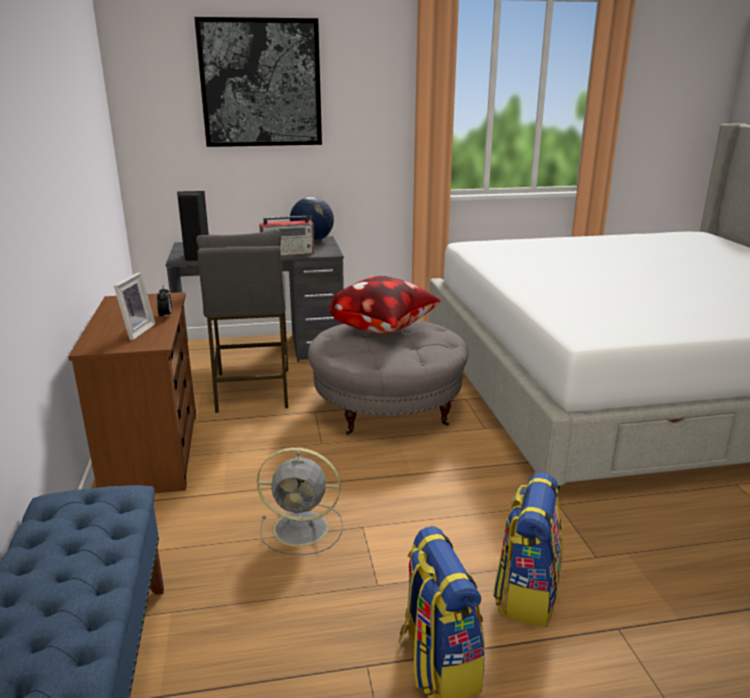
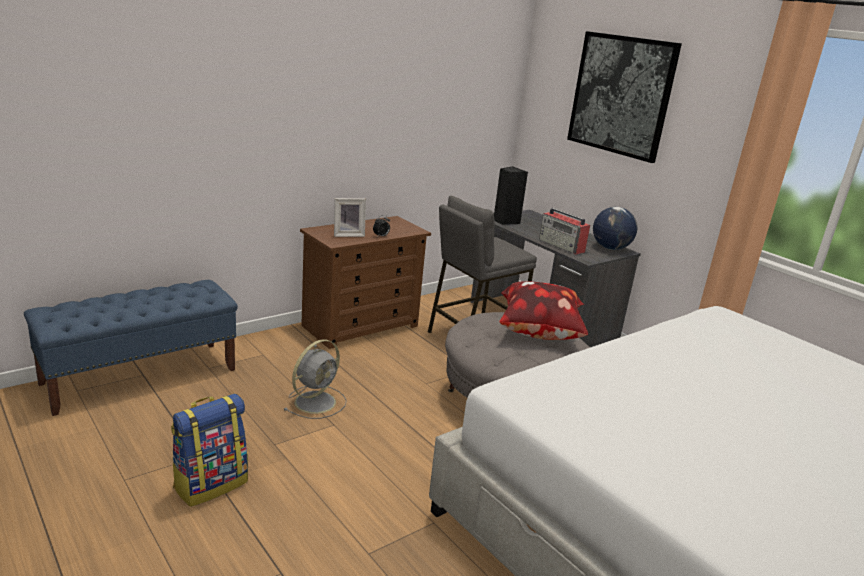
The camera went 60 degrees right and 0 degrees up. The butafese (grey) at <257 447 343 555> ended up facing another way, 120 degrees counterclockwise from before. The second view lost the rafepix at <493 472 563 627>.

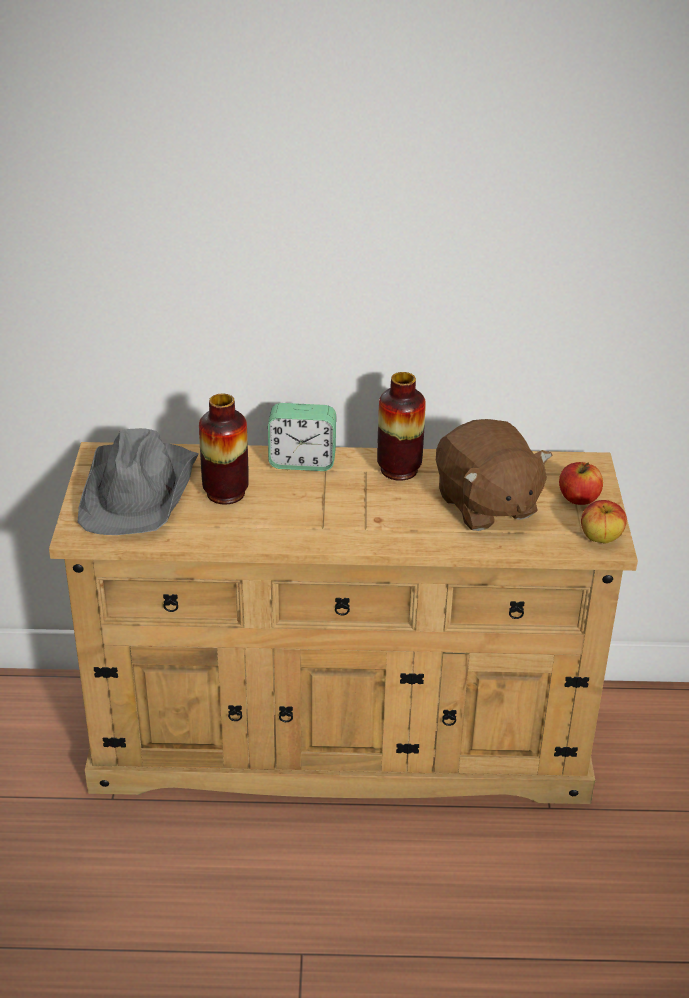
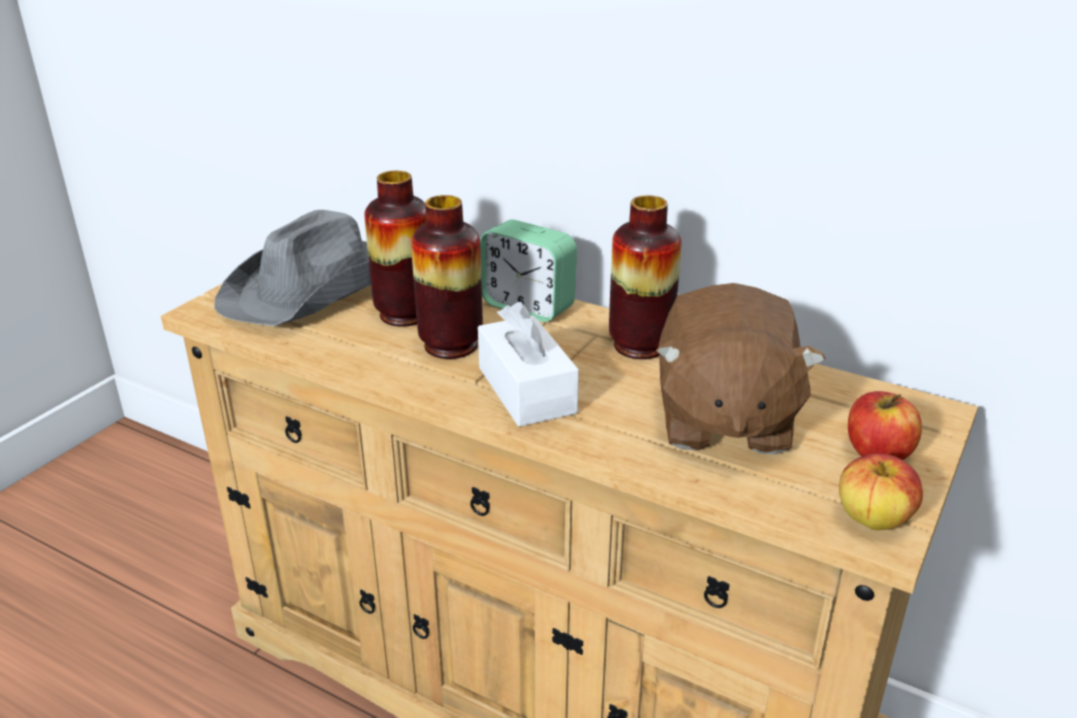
The camera went 30 degrees right and 5 degrees down. The second view gained the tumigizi at <411 195 483 359>. The second view gained the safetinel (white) at <478 302 579 427>.

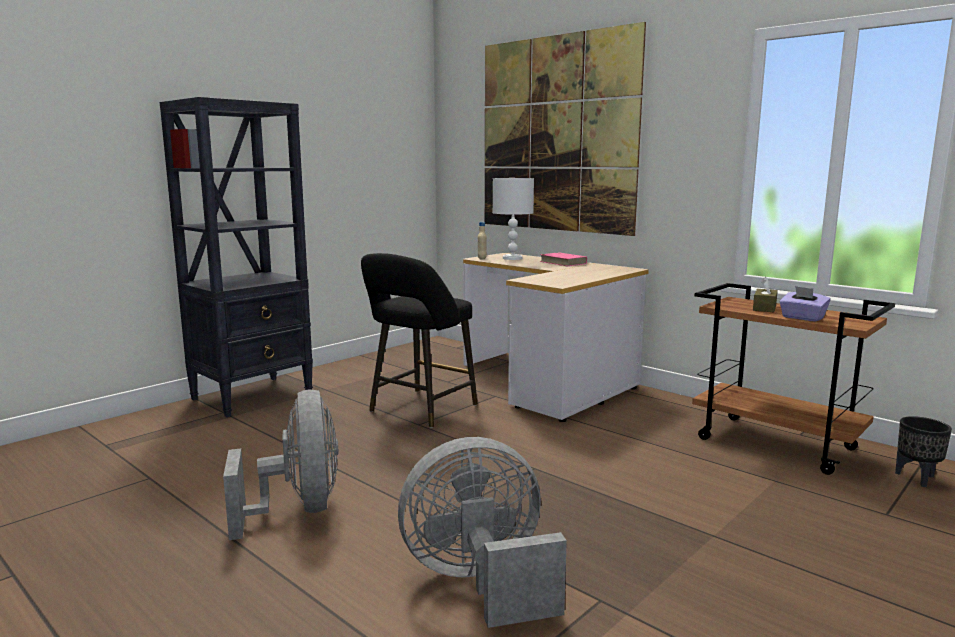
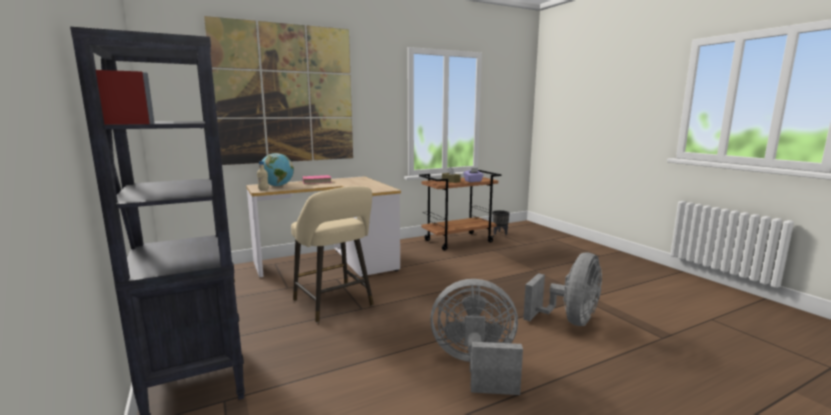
The camera went 70 degrees left and 0 degrees up. Where the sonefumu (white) stood at <493 178 534 260>, the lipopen came to stand at <259 153 294 186>. What was the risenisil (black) at <361 253 477 428> turned into the risenisil (beige) at <291 186 374 323>. The butafese (grey) at <398 437 567 628> ended up facing another way, 150 degrees counterclockwise from before.

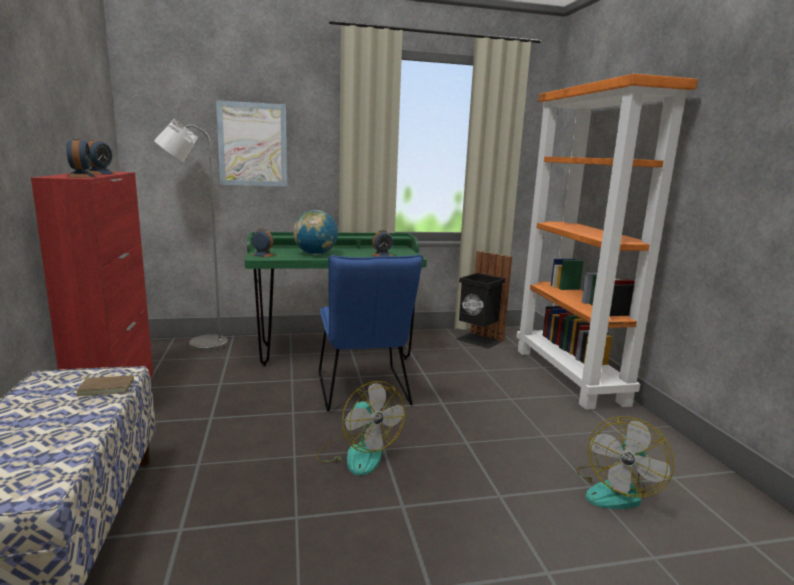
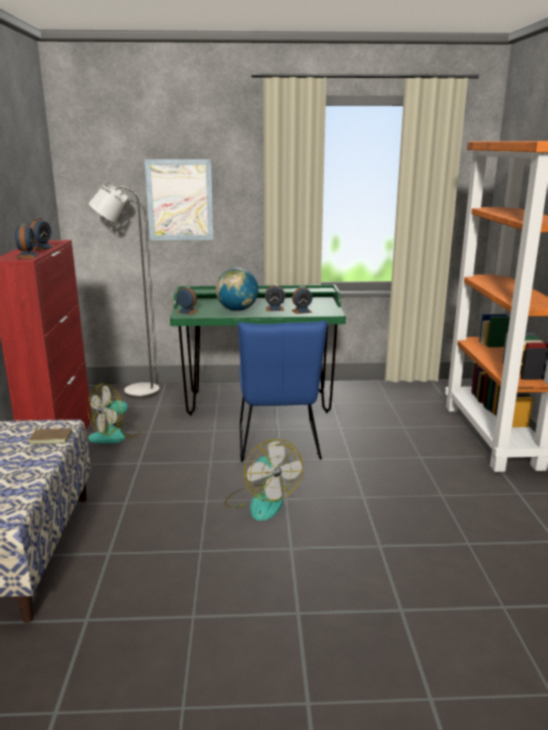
The camera went 10 degrees right and 5 degrees up. The second view lost the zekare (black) at <457 251 512 349>. The butafese ended up elsewhere, having gone from <576 416 674 509> to <88 383 141 444>. The second view gained the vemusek at <265 284 285 311>.

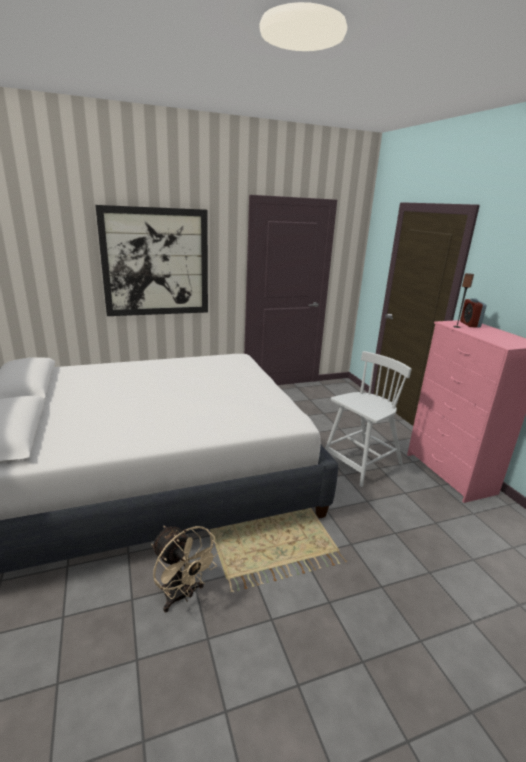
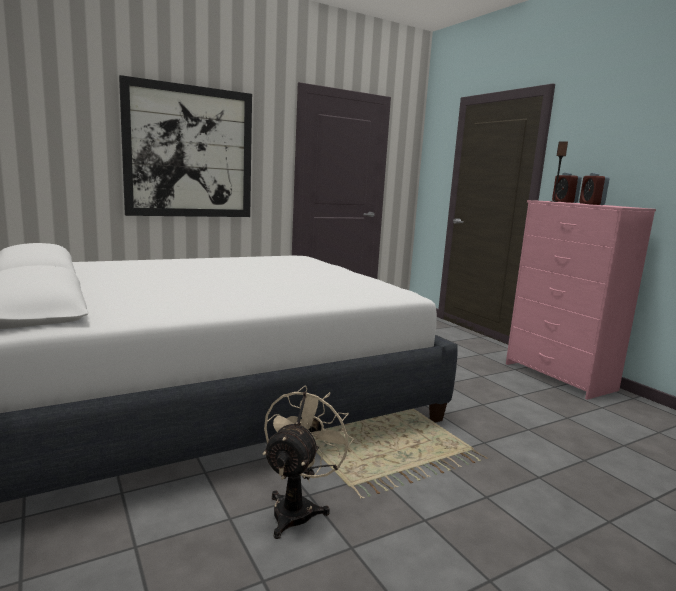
The camera went 10 degrees left and 10 degrees down. The second view lost the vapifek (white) at <325 351 412 487>. The butafese (beige) at <151 526 221 613> ended up facing another way, 105 degrees counterclockwise from before. The second view gained the vemusek at <579 173 610 205>.

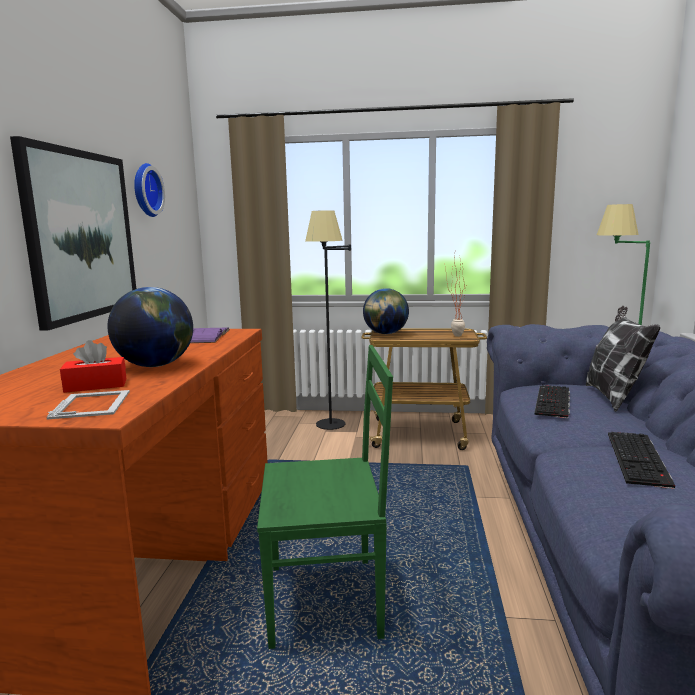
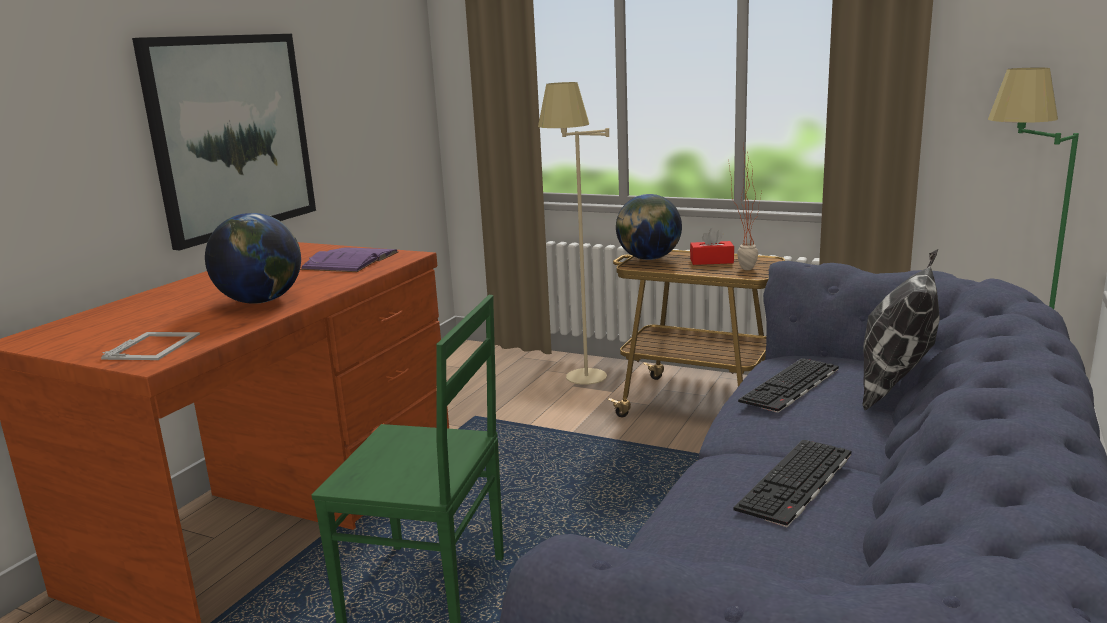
The camera went 20 degrees right and 5 degrees up. The second view lost the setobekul at <134 163 165 217>. What was the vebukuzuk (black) at <305 210 351 430> turned into the vebukuzuk (beige) at <538 82 609 385>. The safetinel (red) ended up elsewhere, having gone from <60 340 126 393> to <690 228 734 265>.

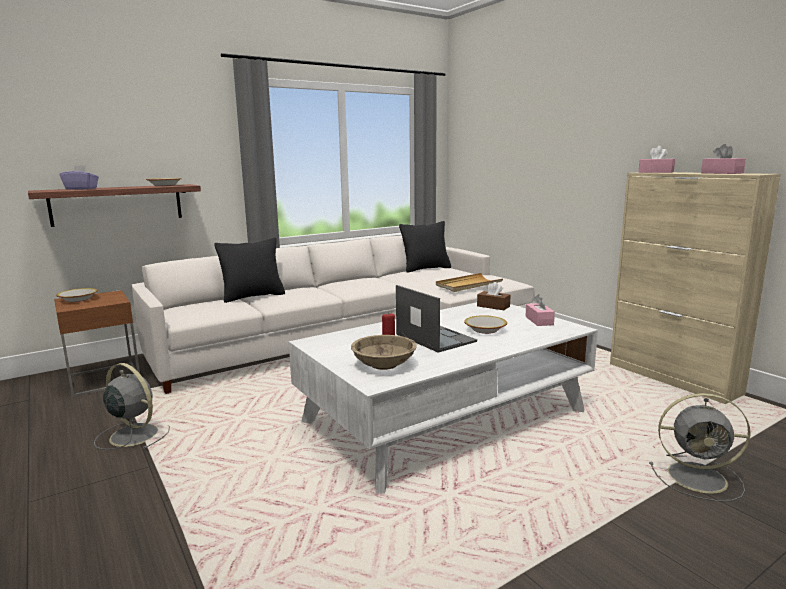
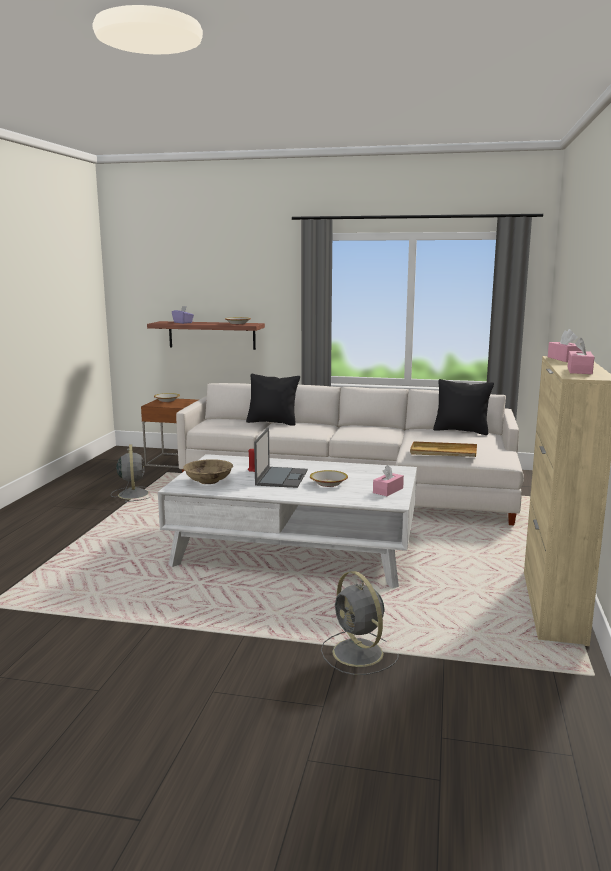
The camera went 45 degrees right and 0 degrees up. The second view lost the safetinel (brown) at <477 282 511 310>.

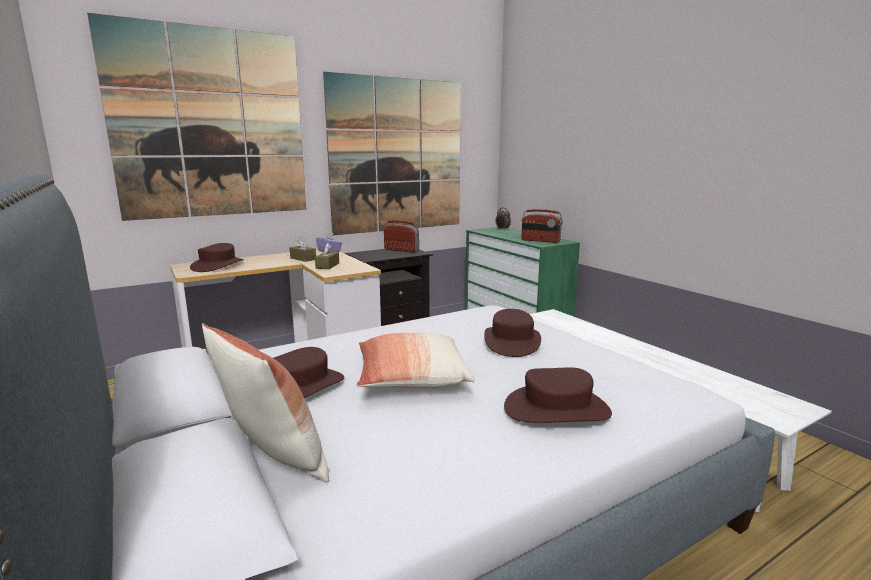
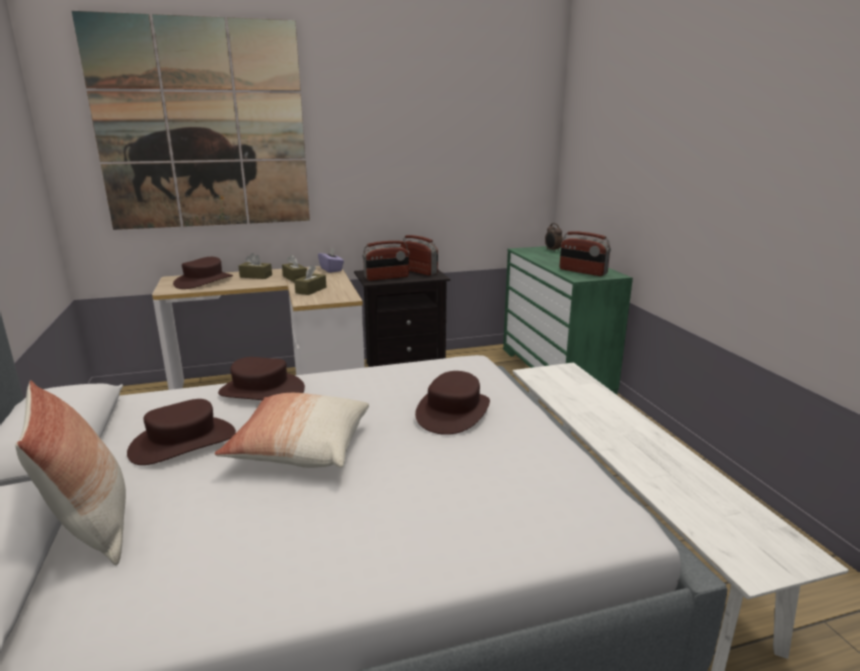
The camera went 15 degrees right and 5 degrees up. The second view lost the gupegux at <323 72 461 235>. The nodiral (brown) ended up elsewhere, having gone from <504 367 612 423> to <218 357 305 400>. The second view gained the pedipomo at <362 241 409 281>. The second view gained the safetinel (brown) at <239 253 272 279>.

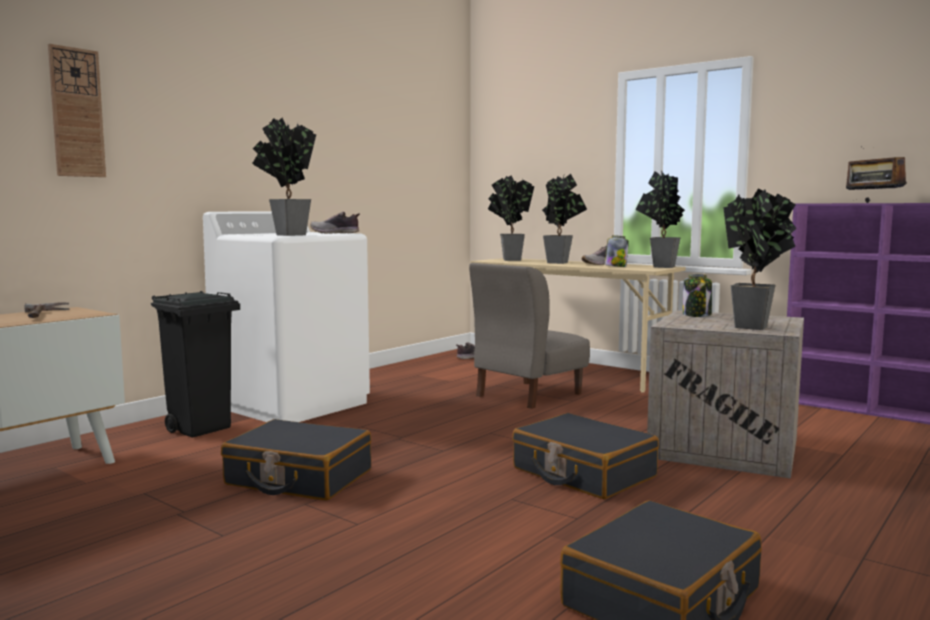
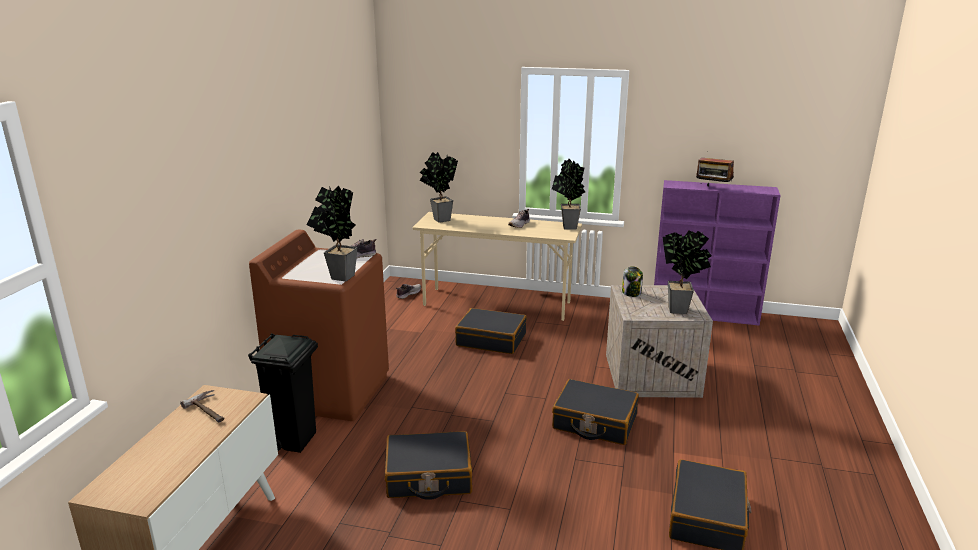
The camera went 25 degrees left and 15 degrees up. The second view lost the setobekul at <48 44 106 177>. The second view lost the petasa at <542 173 587 264>. What was the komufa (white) at <203 211 370 422> turned into the komufa (brown) at <249 229 389 421>. The second view lost the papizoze at <605 235 629 267>. Where the vapifek (grey) stood at <469 263 590 409>, the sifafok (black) came to stand at <455 308 527 354>.

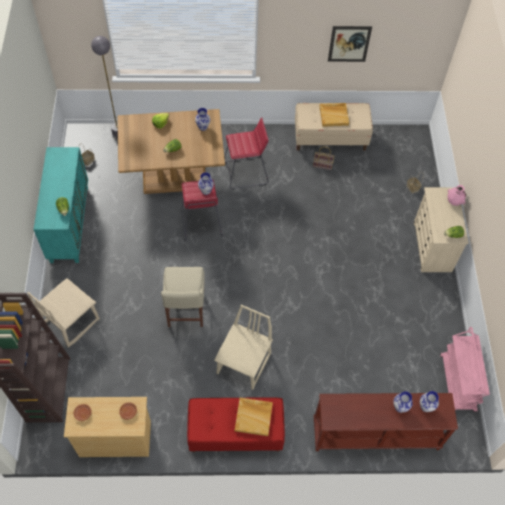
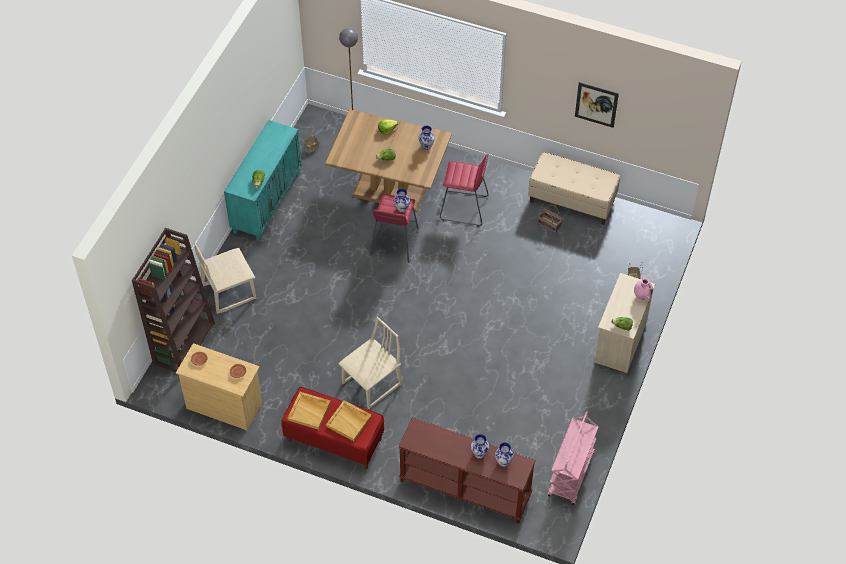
The camera went 25 degrees right and 5 degrees down. The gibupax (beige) ended up elsewhere, having gone from <319 103 349 127> to <288 392 330 430>. The second view lost the vapifek (beige) at <161 267 205 327>.

